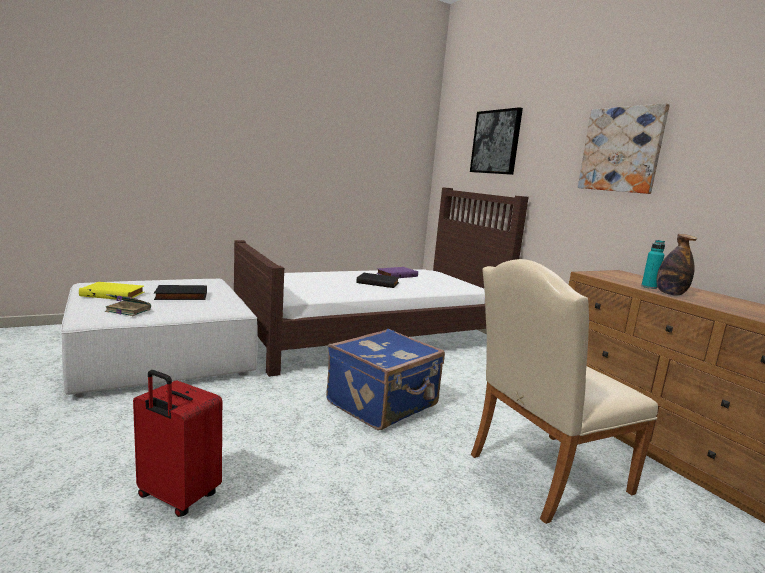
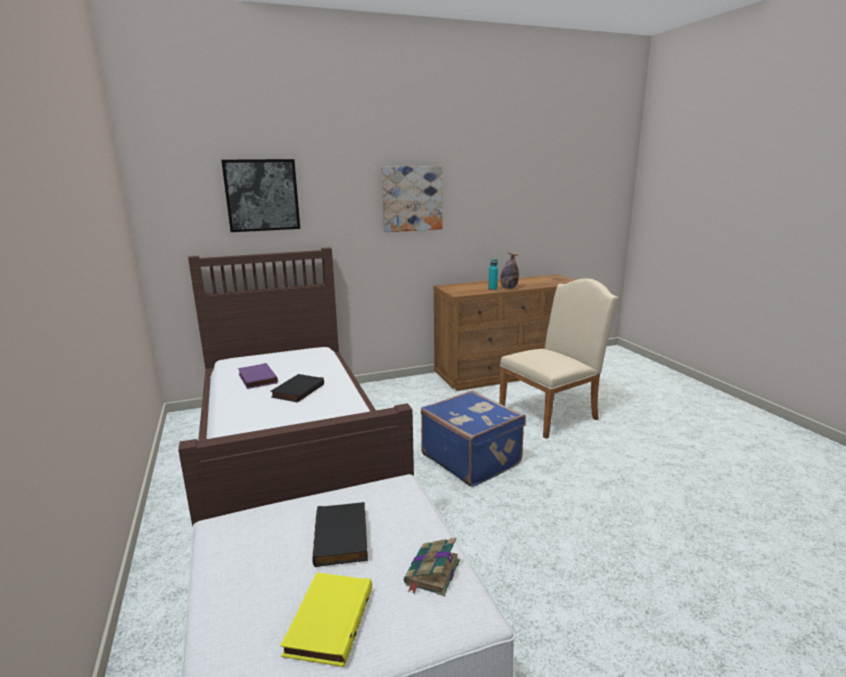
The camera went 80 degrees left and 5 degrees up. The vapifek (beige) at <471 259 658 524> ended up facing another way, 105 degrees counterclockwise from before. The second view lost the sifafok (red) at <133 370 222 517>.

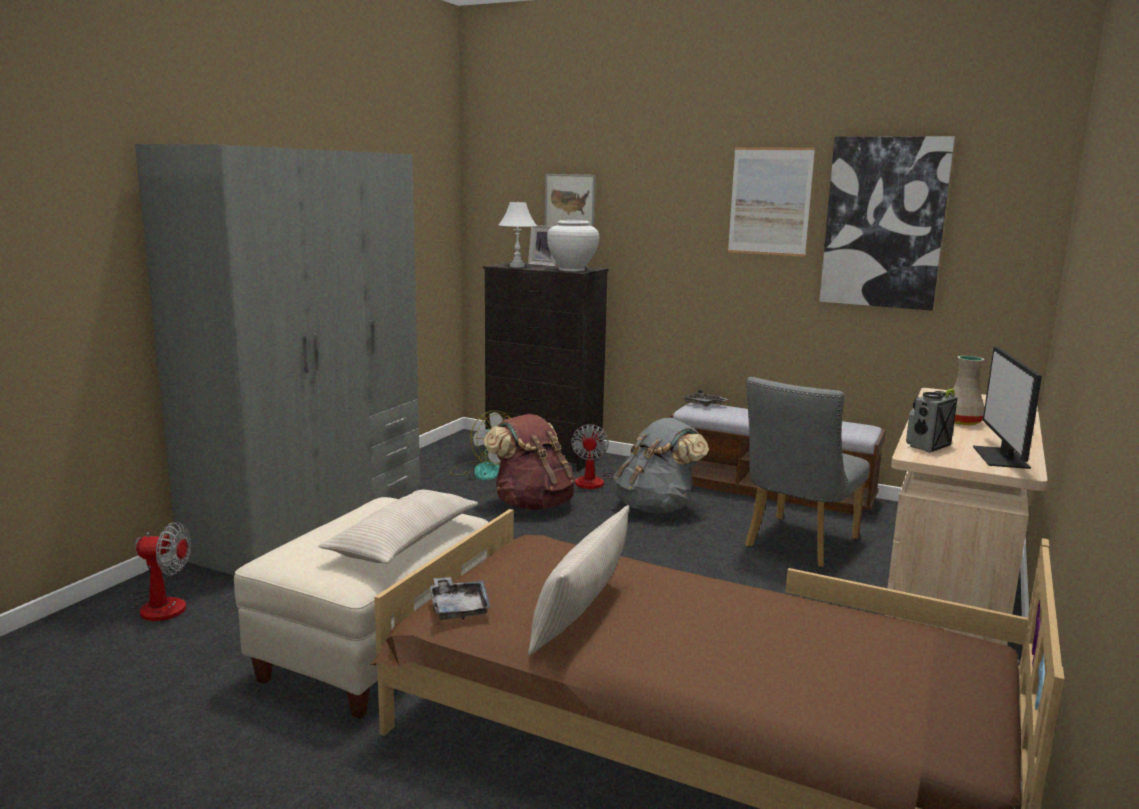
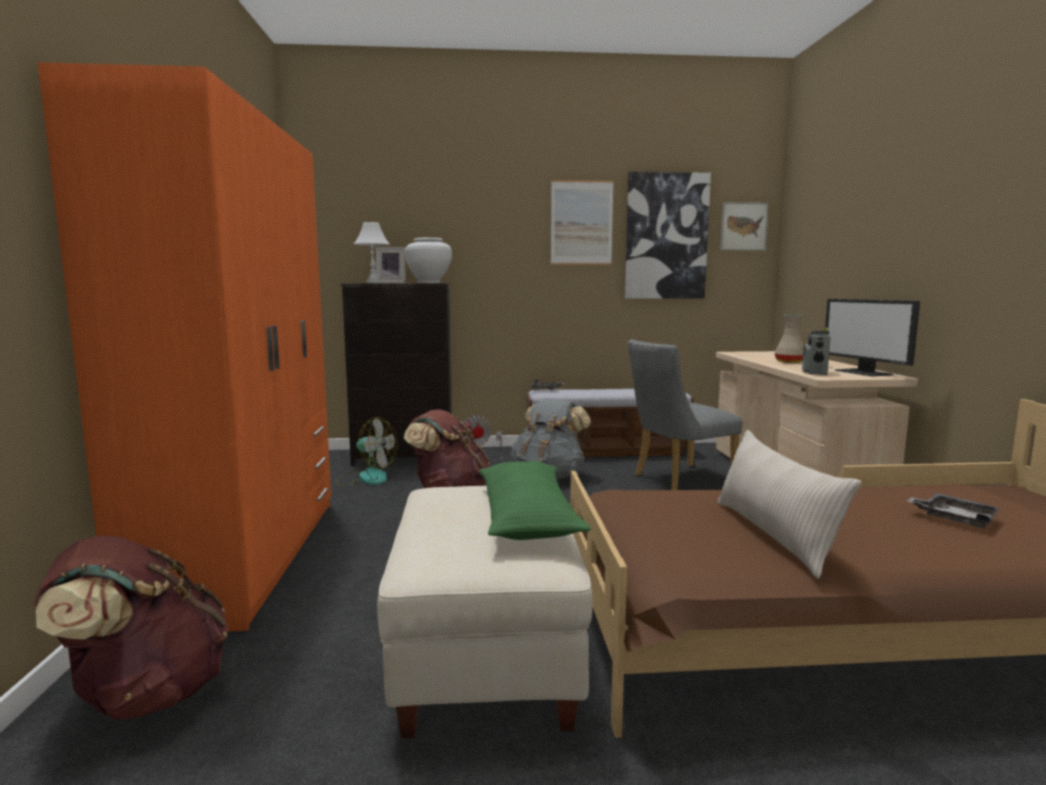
The camera went 30 degrees left and 5 degrees down. What was the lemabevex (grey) at <135 144 420 575> turned into the lemabevex (orange) at <37 62 331 631>. The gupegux ended up elsewhere, having gone from <545 174 596 227> to <720 202 769 251>. The vapifek (grey) at <745 377 870 567> ended up facing another way, 60 degrees clockwise from before. What was the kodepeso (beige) at <318 490 478 564> turned into the kodepeso (green) at <479 461 591 540>. Where the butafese stood at <131 522 191 621>, the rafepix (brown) came to stand at <34 536 228 720>. The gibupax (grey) ended up elsewhere, having gone from <430 577 491 620> to <907 493 1000 528>.

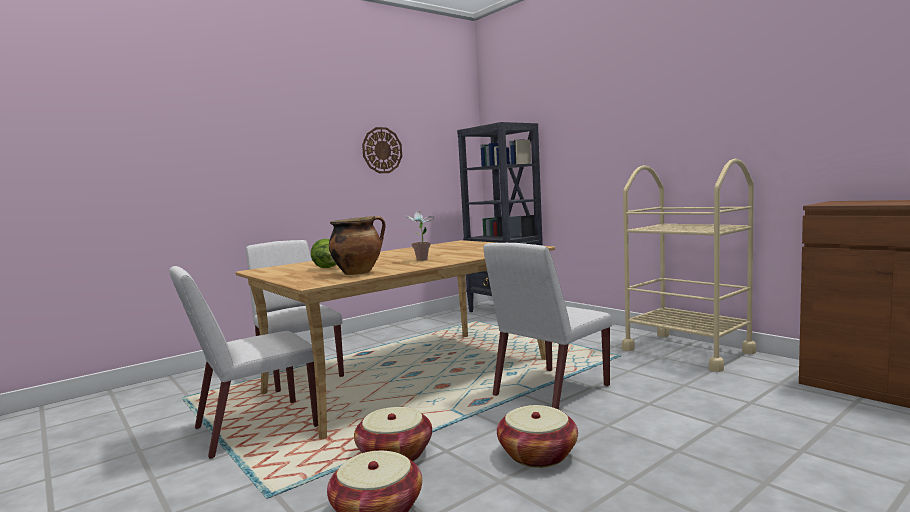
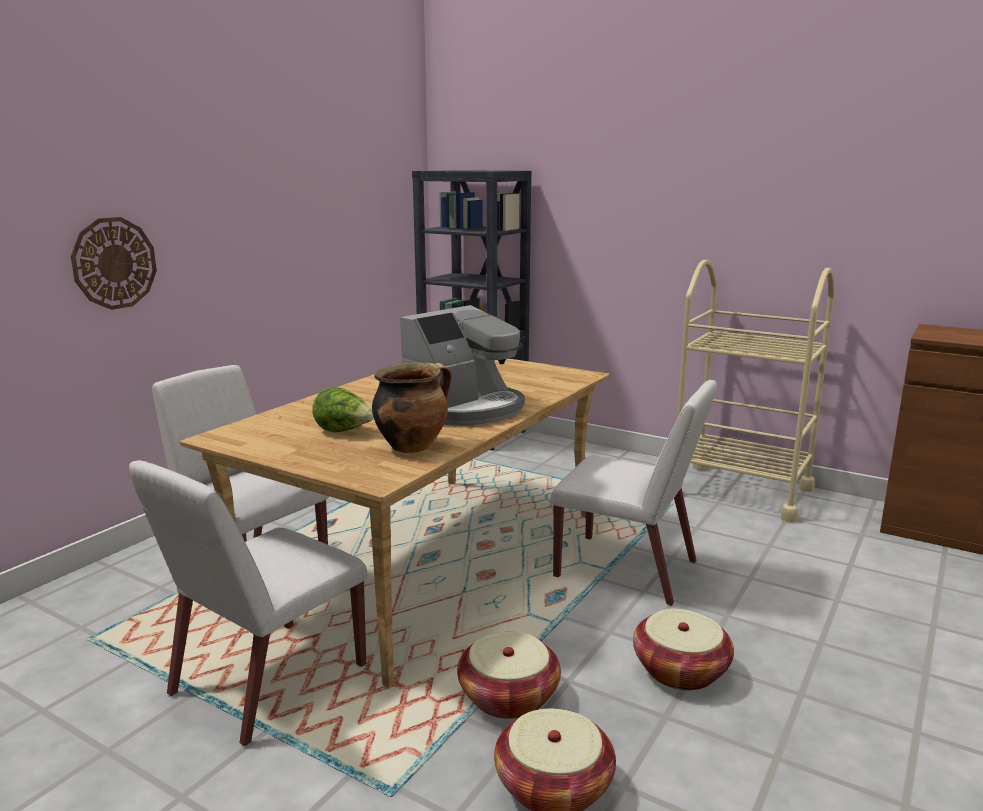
The camera went 20 degrees left and 10 degrees up. The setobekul ended up elsewhere, having gone from <362 127 402 173> to <71 217 157 310>. Where the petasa stood at <405 211 434 261>, the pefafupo came to stand at <400 305 525 426>. The vapifek (white) at <483 243 612 410> ended up facing another way, 90 degrees counterclockwise from before.

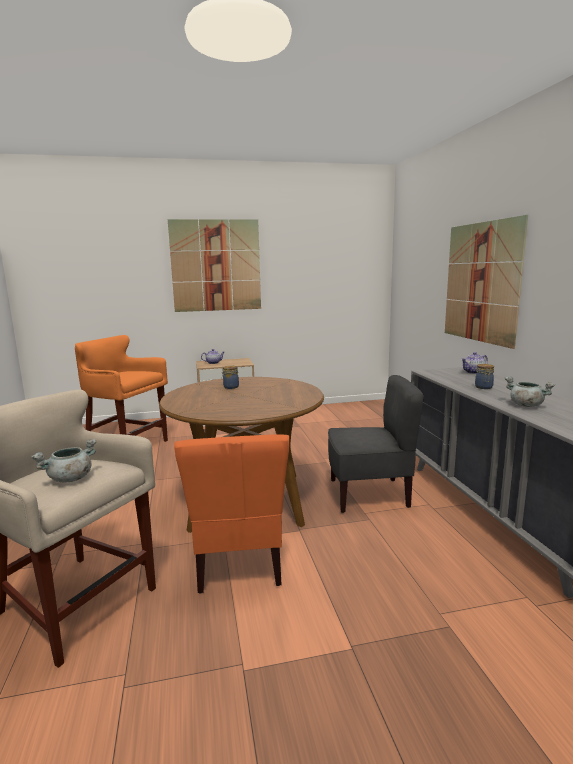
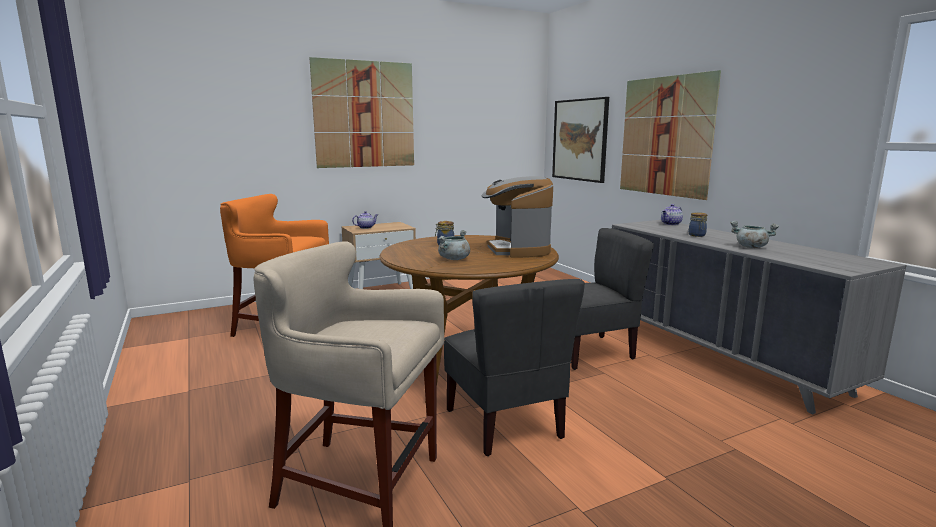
The camera went 15 degrees left and 0 degrees up. What was the vapifek (orange) at <174 434 289 593> turned into the vapifek (grey) at <444 279 585 456>. The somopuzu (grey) ended up elsewhere, having gone from <31 439 97 482> to <437 230 470 260>. The second view gained the gupegux at <552 97 609 183>. The second view gained the pefafupo at <482 176 553 258>.

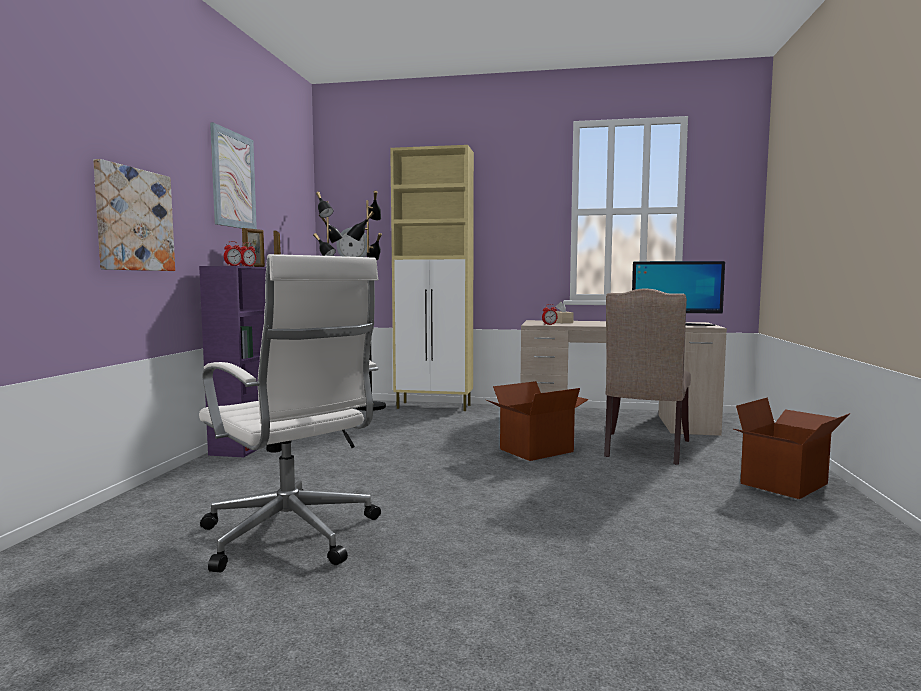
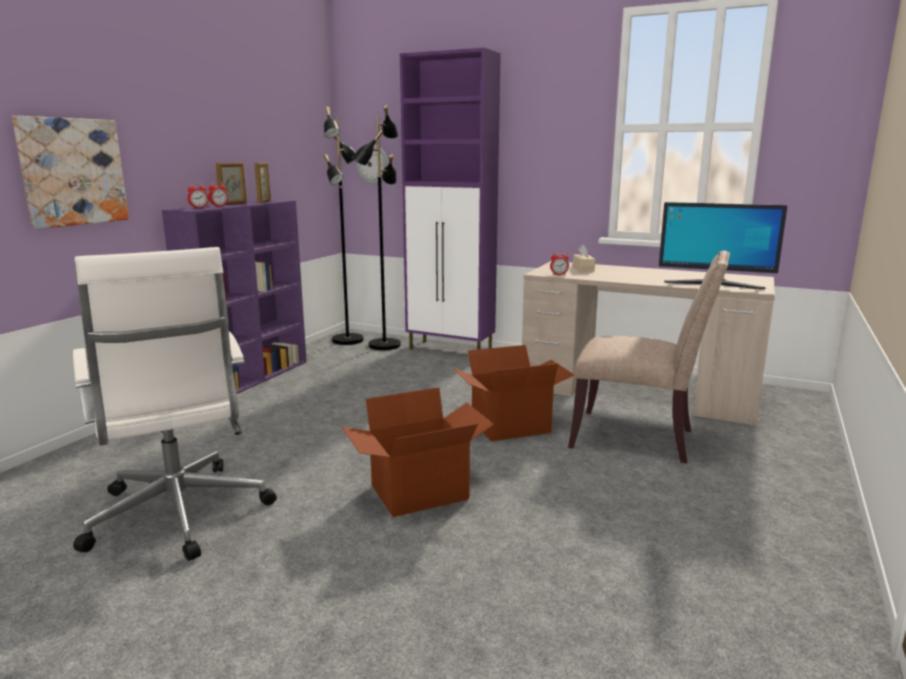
The camera went 15 degrees right and 10 degrees up. The second view lost the gupegux at <210 122 257 229>. What was the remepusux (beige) at <390 145 474 411> turned into the remepusux (purple) at <400 48 501 350>. The vapifek (beige) at <604 288 691 464> ended up facing another way, 105 degrees counterclockwise from before. The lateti ended up elsewhere, having gone from <734 397 851 499> to <342 387 494 517>.

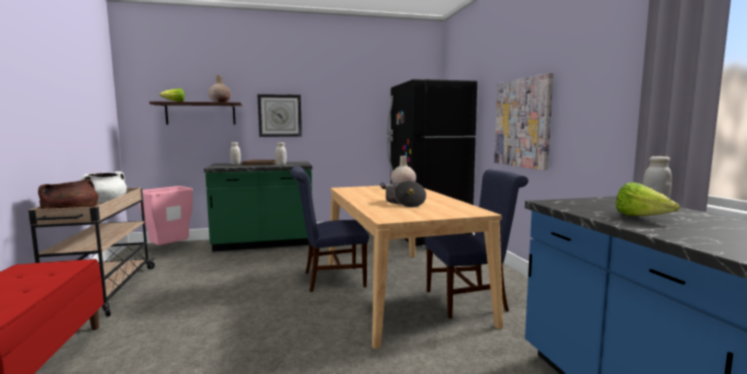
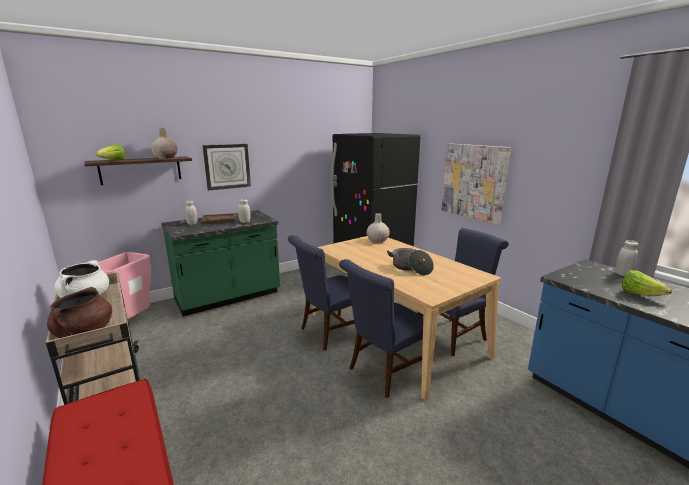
The camera went 20 degrees left and 10 degrees up. The second view gained the vapifek (blue) at <339 259 423 398>.

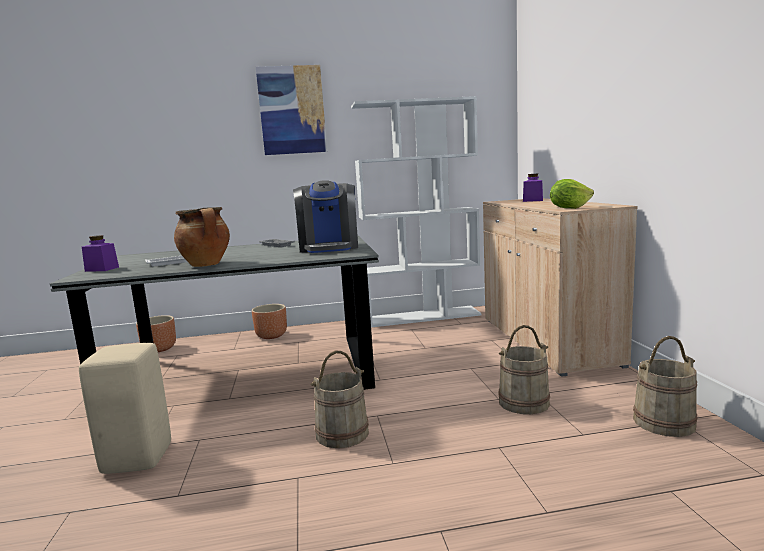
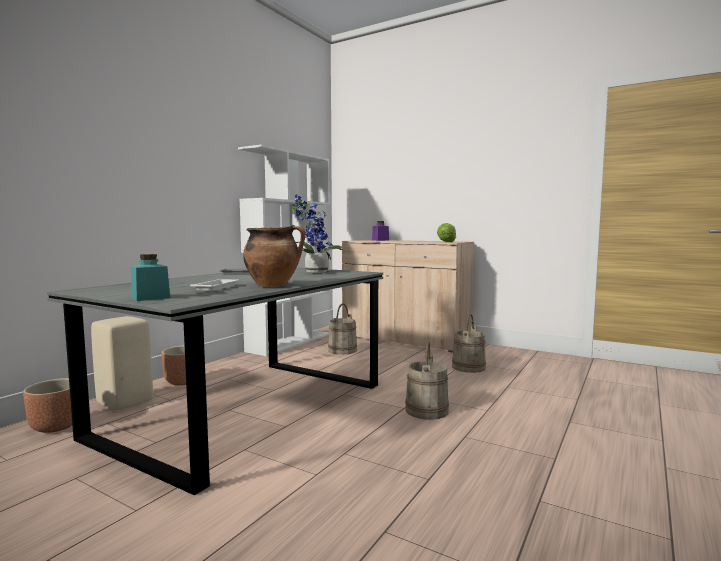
The camera went 50 degrees left and 5 degrees down. The second view lost the gupegux at <256 65 327 155>. Where the pefafupo stood at <293 180 358 253>, the petasa came to stand at <292 194 342 273>. What was the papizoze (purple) at <82 235 119 272> turned into the papizoze (turquoise) at <131 254 170 301>. The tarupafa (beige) ended up elsewhere, having gone from <633 336 698 437> to <328 303 357 355>. The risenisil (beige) ended up elsewhere, having gone from <79 343 171 474> to <91 316 153 410>.

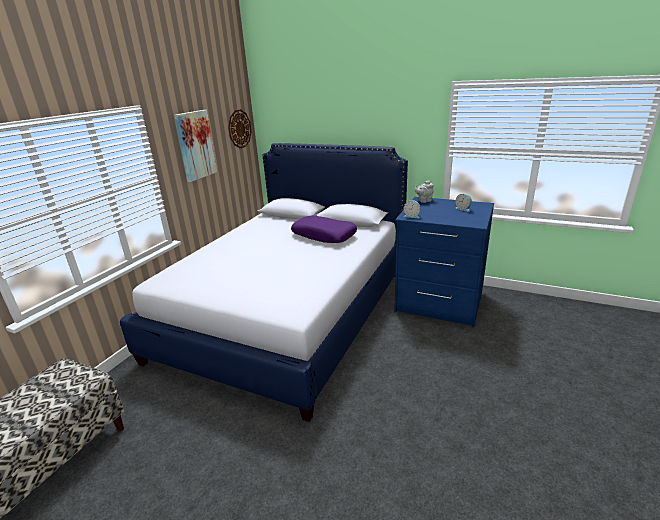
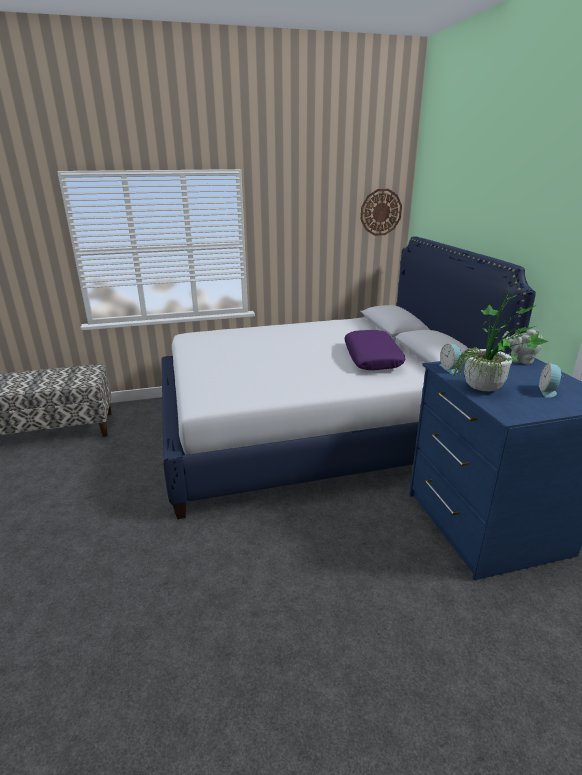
The camera went 50 degrees right and 0 degrees up. The second view lost the gupegux at <174 110 217 182>. The second view gained the petasa at <453 277 548 391>.

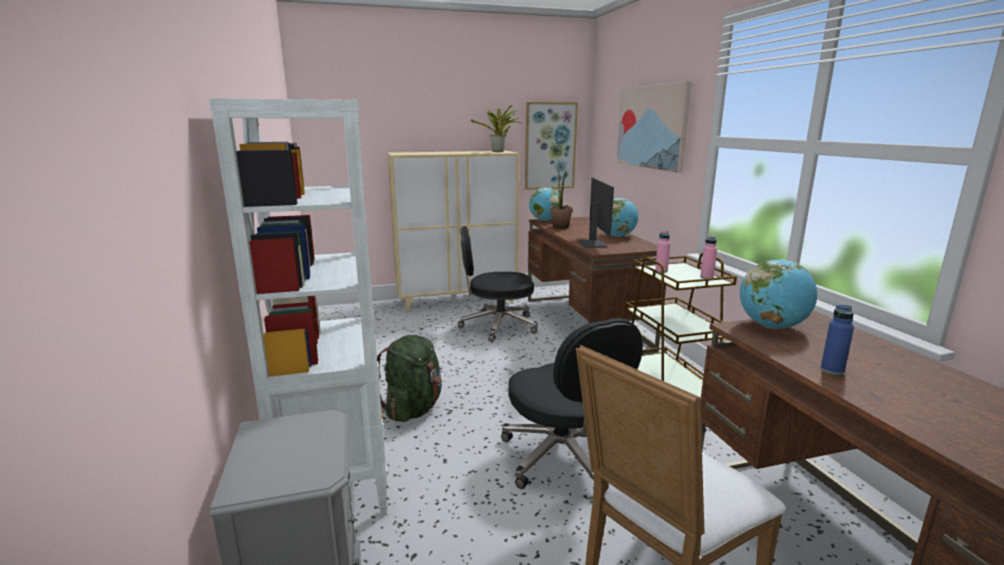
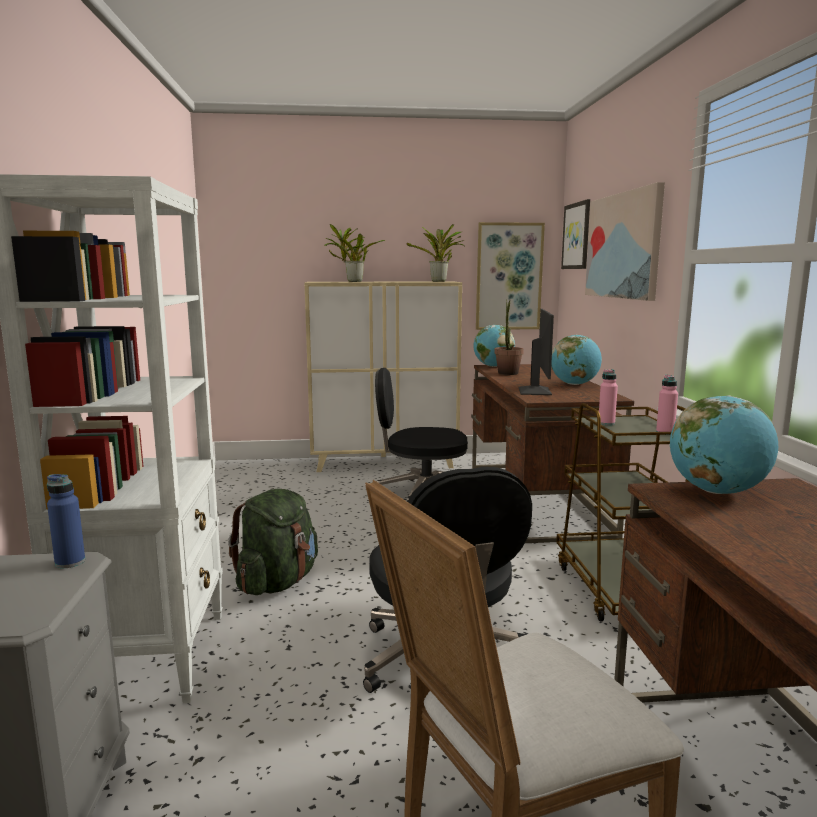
The camera went 10 degrees right and 5 degrees down. The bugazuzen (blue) ended up elsewhere, having gone from <821 305 854 375> to <47 474 85 568>. The second view gained the gupegux at <561 199 590 269>. The second view gained the petasa at <324 224 385 282>.

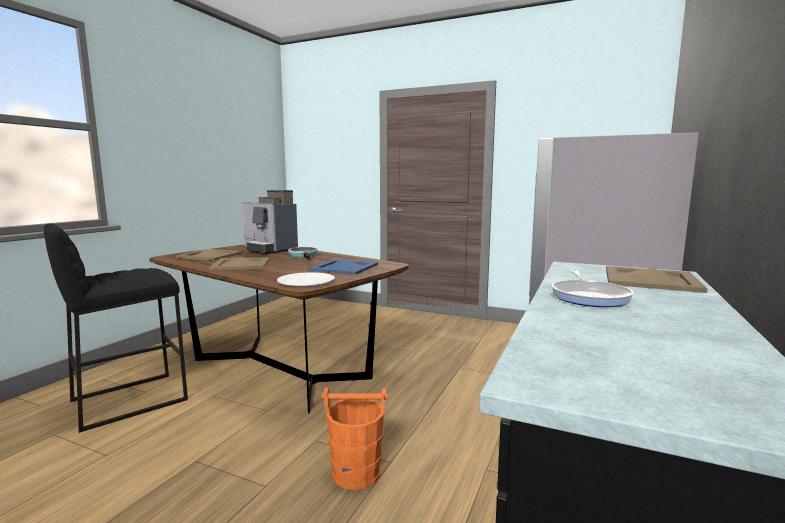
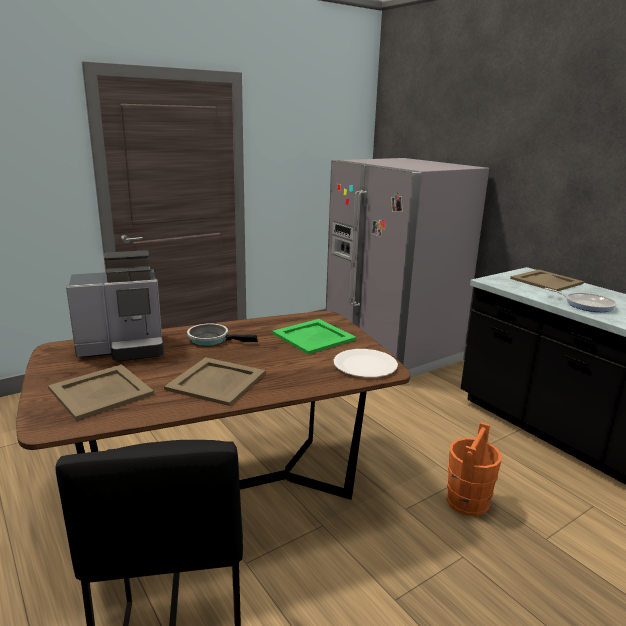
The camera went 60 degrees left and 10 degrees up. What was the gibupax (blue) at <308 259 378 275> turned into the gibupax (green) at <272 319 356 354>.

